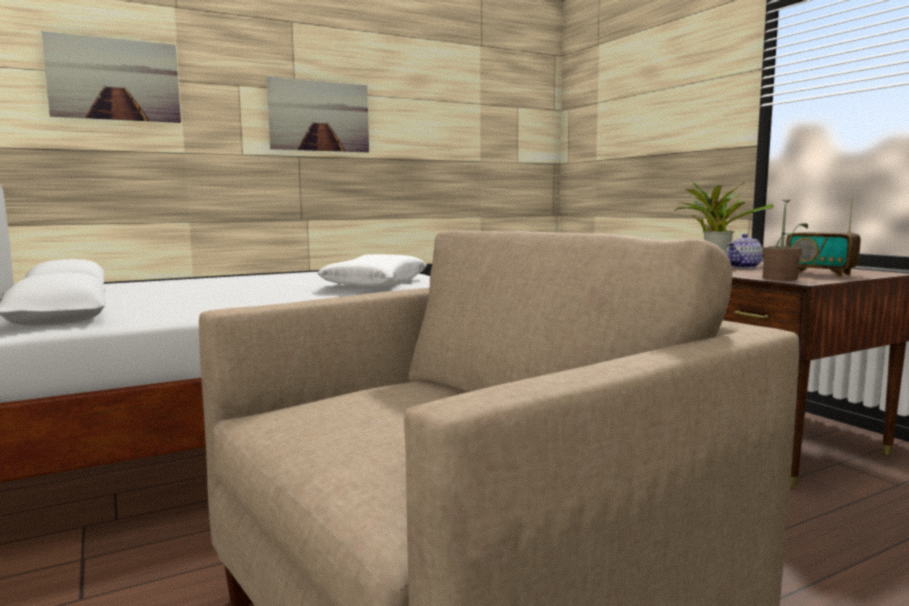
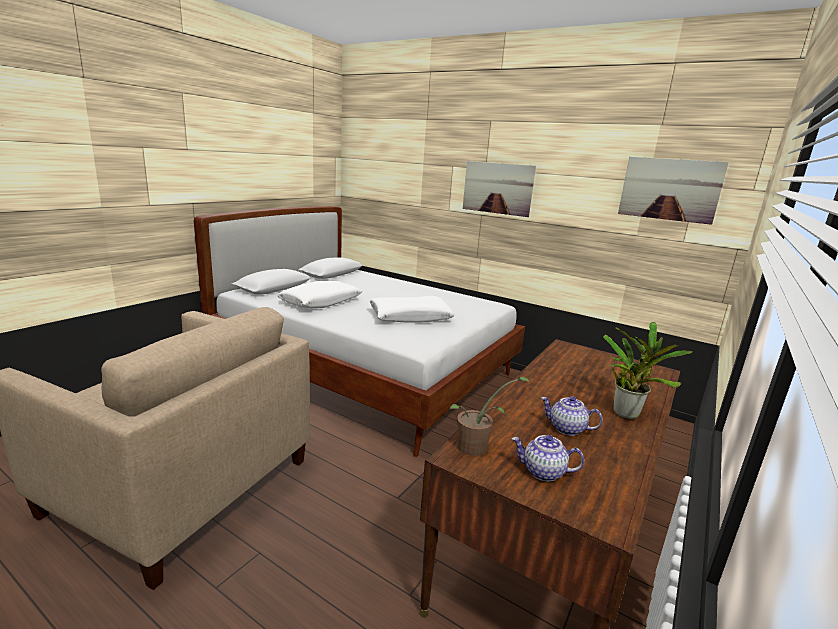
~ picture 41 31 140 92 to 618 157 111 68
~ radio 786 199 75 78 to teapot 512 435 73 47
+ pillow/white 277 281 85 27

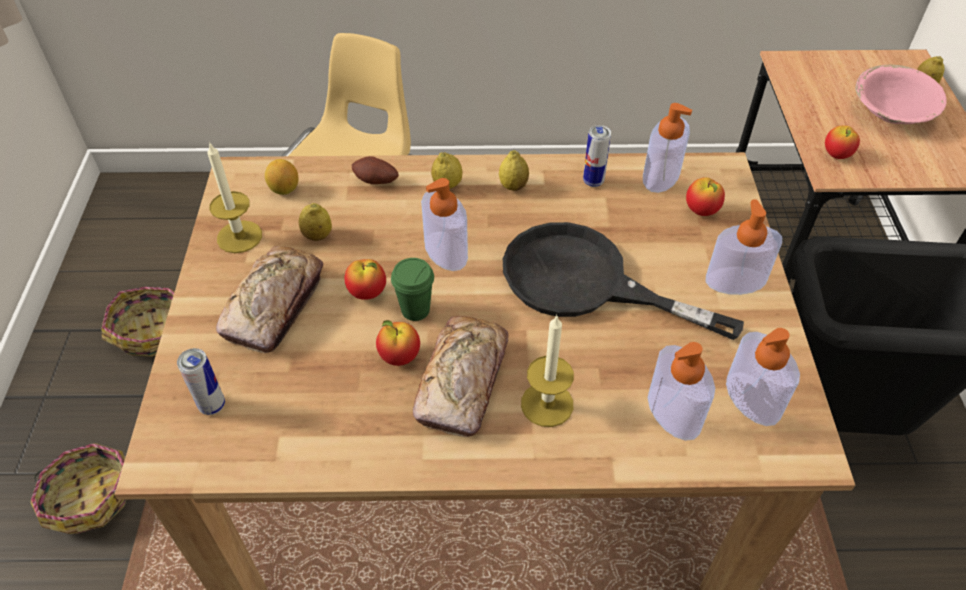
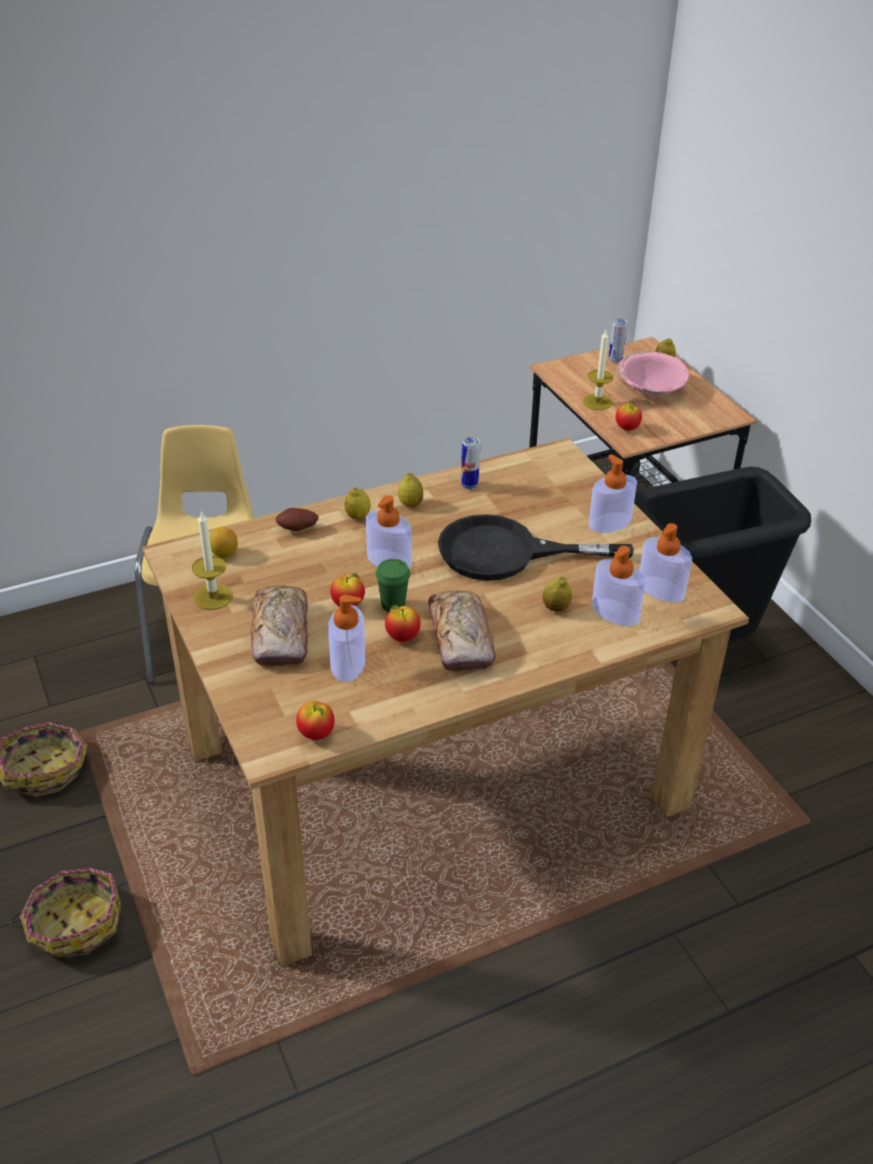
~ soap dispenser 643 103 49 90 to 328 595 37 87
~ apple 686 177 39 39 to 296 701 39 39
~ lemon 299 203 33 38 to 543 577 29 35
~ candle 521 314 53 113 to 583 330 30 80
~ can 177 348 48 67 to 609 318 18 45

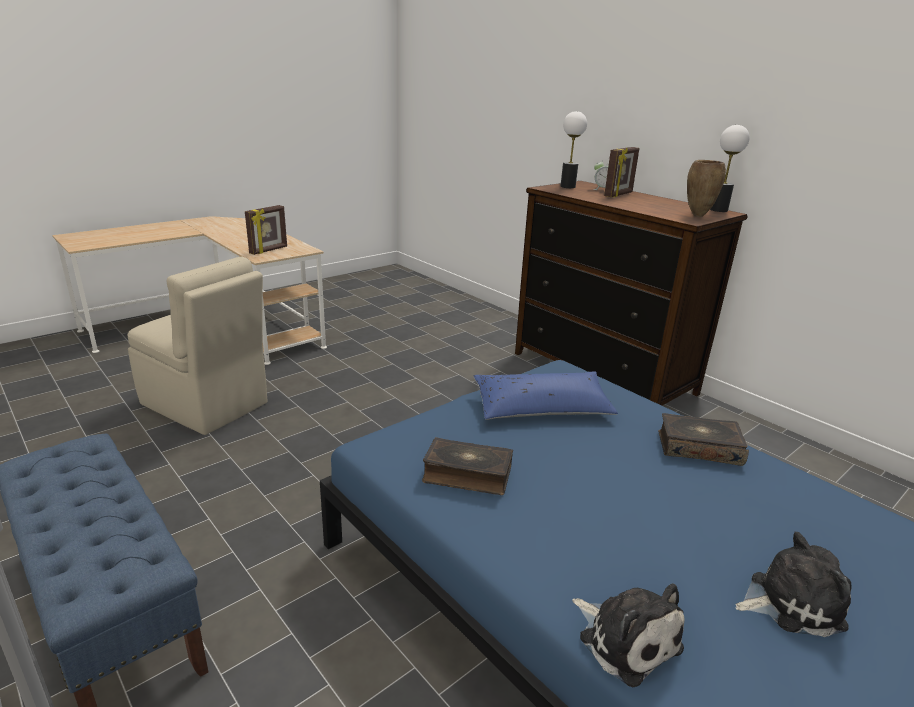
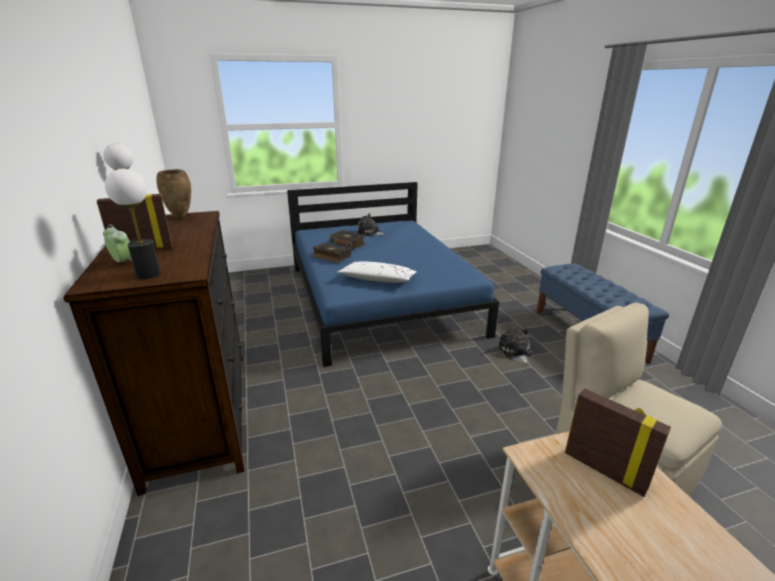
~ picture frame 245 205 42 50 = 565 388 106 109 75 degrees clockwise
~ pillow/blue 474 371 144 49 to pillow/white 338 261 78 22
~ book 422 437 91 58 to 330 230 35 20
~ plush toy 572 583 112 104 to 498 328 34 37

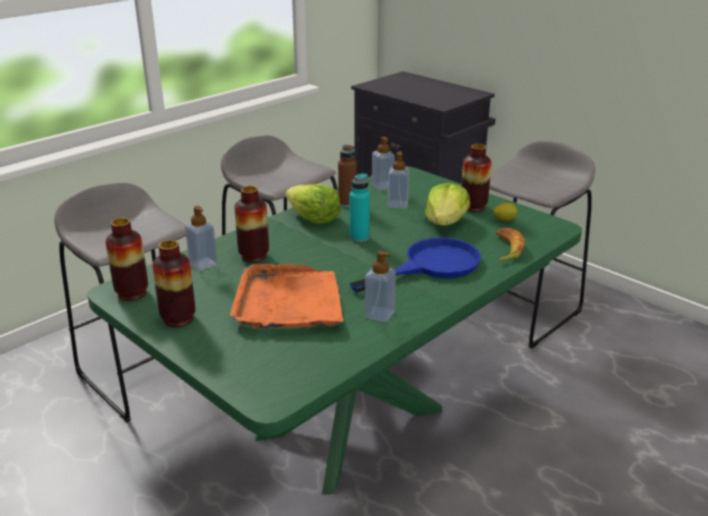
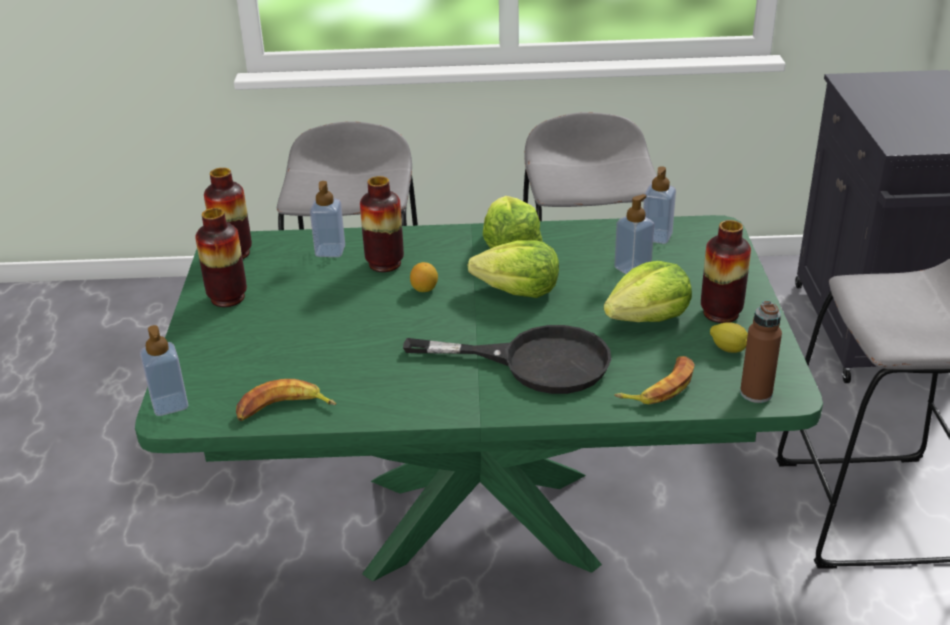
~ bottle/brown 338 144 19 63 to 740 300 42 103
~ bottle/turquoise 349 173 21 69 to lettuce 468 240 91 58
~ frying pan/blue 349 237 132 56 to frying pan/black 403 325 208 69
~ soap dispenser 365 251 31 71 to 140 325 48 91
- tray/orange 230 264 113 64
+ lemon 410 262 28 30
+ banana 236 379 100 42

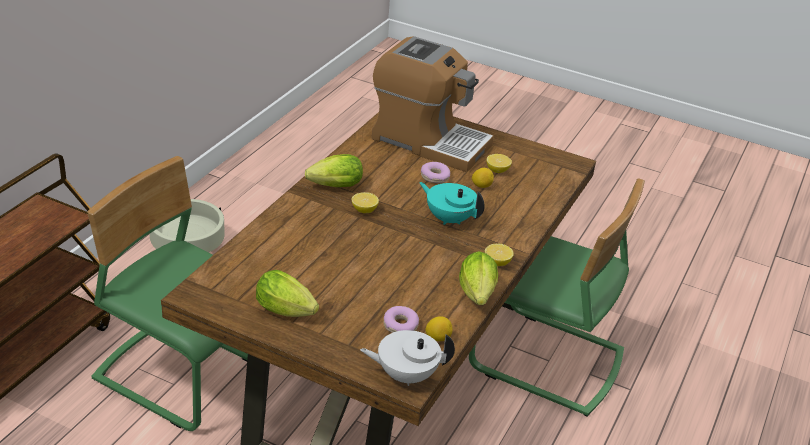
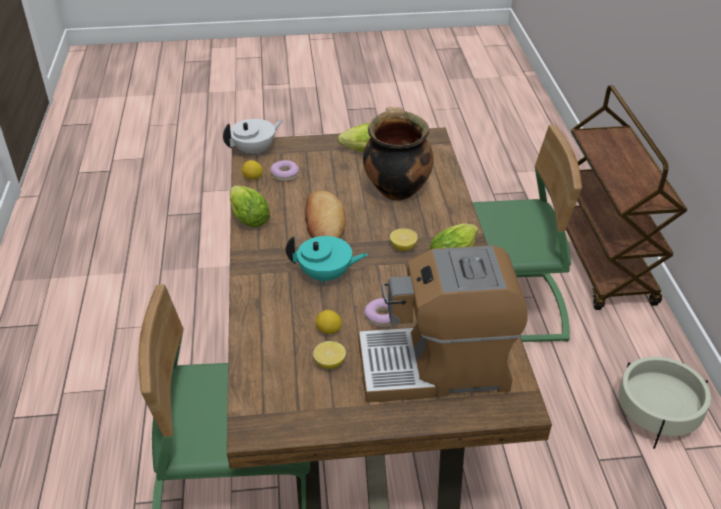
- lemon 485 244 29 22
+ cooking pot 363 107 70 94
+ bread 305 190 41 48

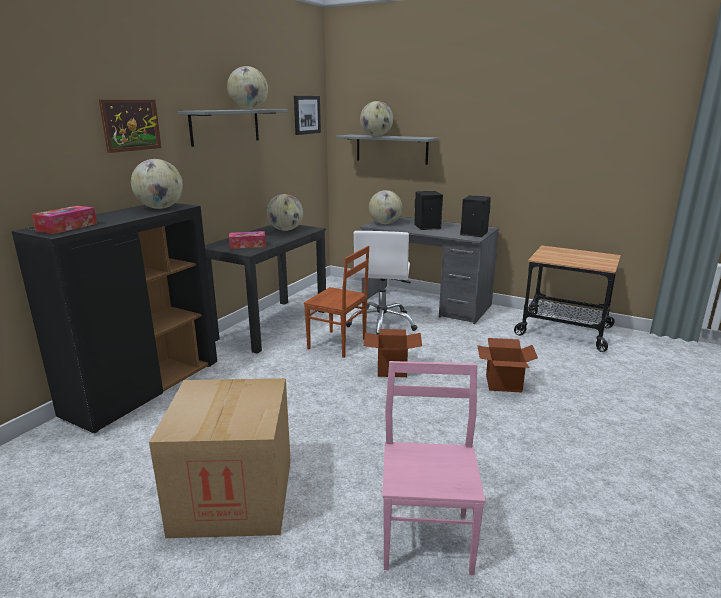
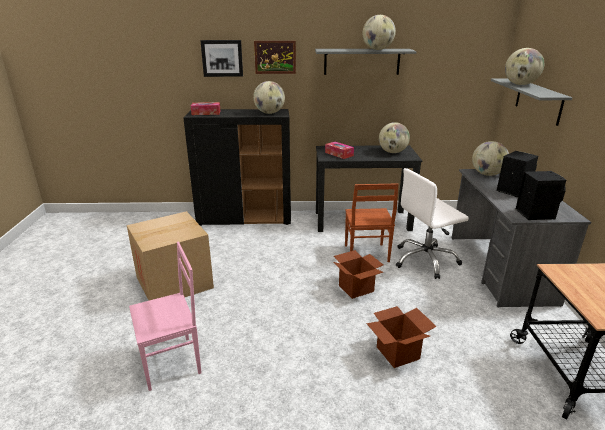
~ picture 294 96 27 39 to 200 40 43 37

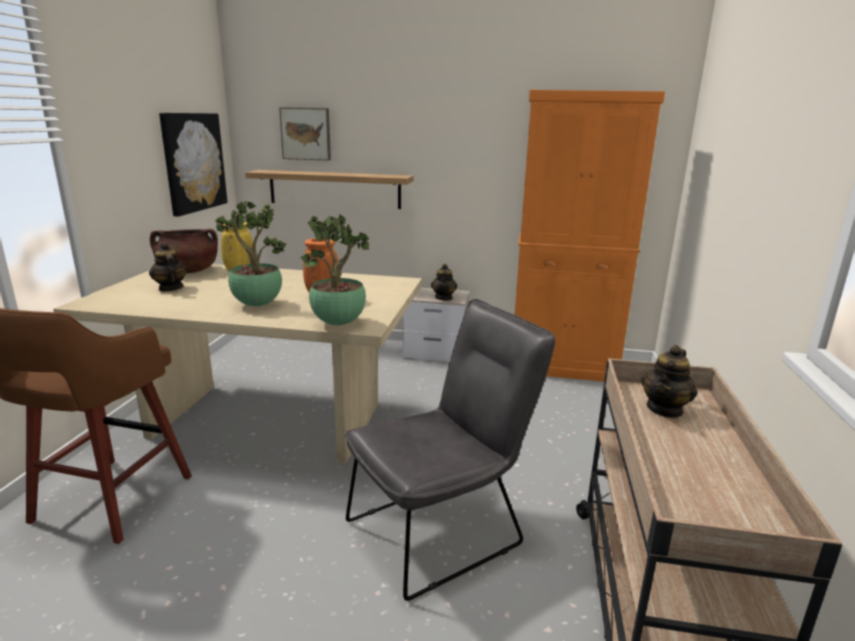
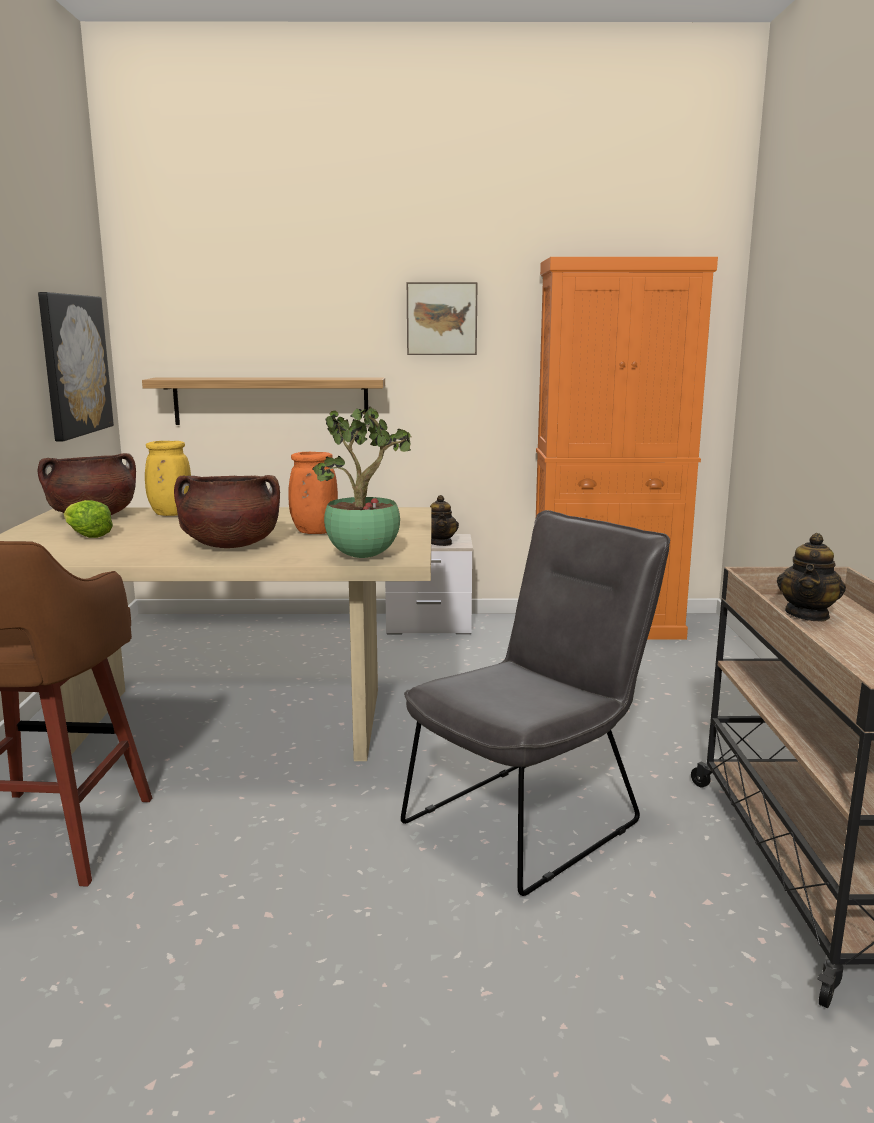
~ picture 279 107 52 54 to 407 282 71 73
~ potted plant 216 201 70 105 to cooking pot/brown 174 475 106 73
~ teapot 149 242 38 49 to lettuce 64 500 49 38

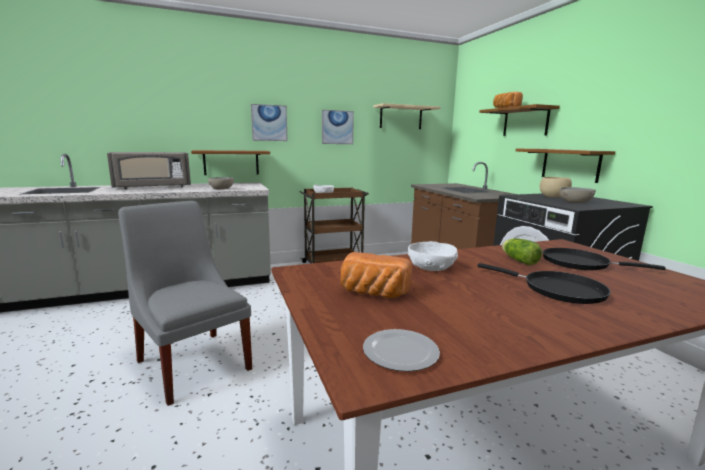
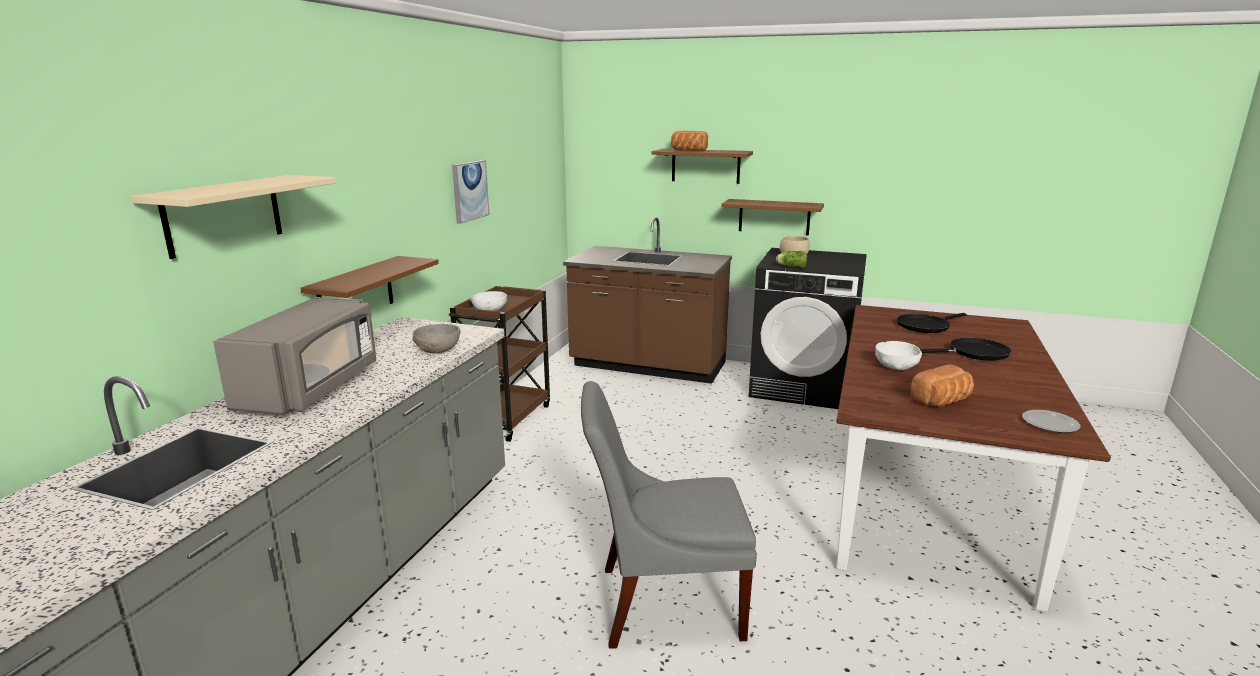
~ shelf/beige 373 103 68 26 to 131 175 206 84
- picture 251 104 36 37
- bowl/grey 559 187 37 16
~ lettuce 502 238 40 27 to 776 251 31 17

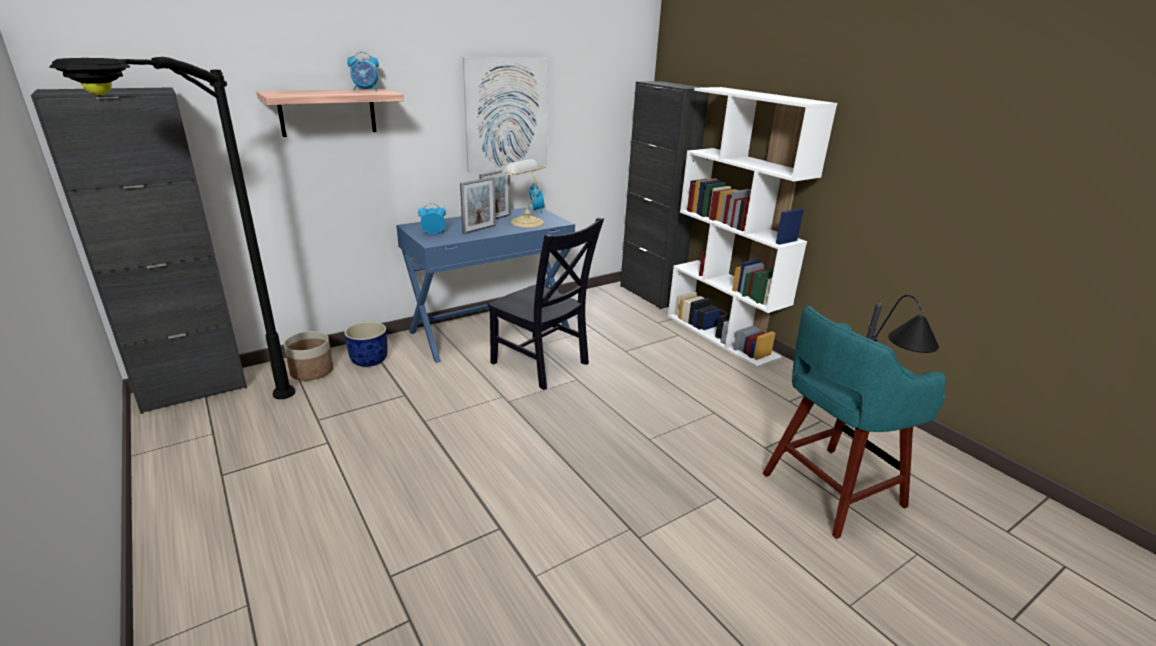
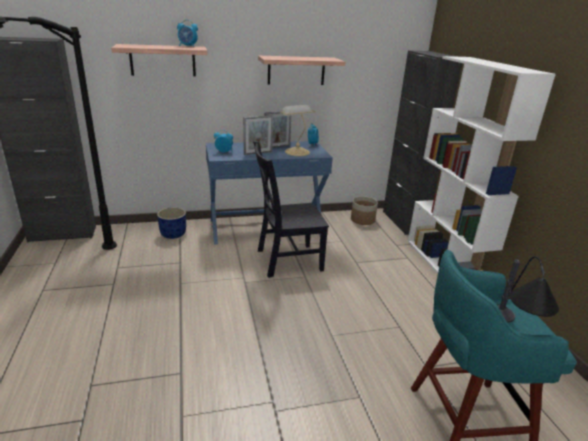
~ picture 463 57 85 116 to shelf 258 56 87 29
~ chair/black 487 218 117 172 = 253 141 76 137 105 degrees clockwise
~ planter 284 331 49 50 to 351 196 27 29

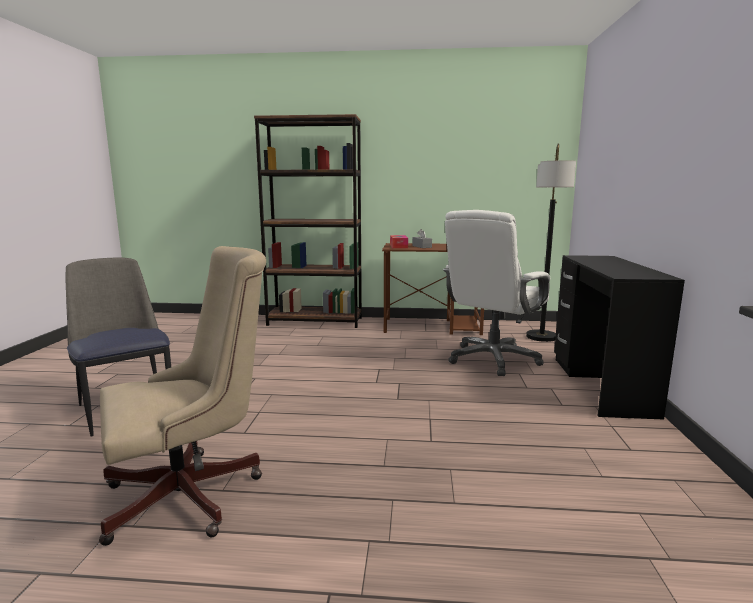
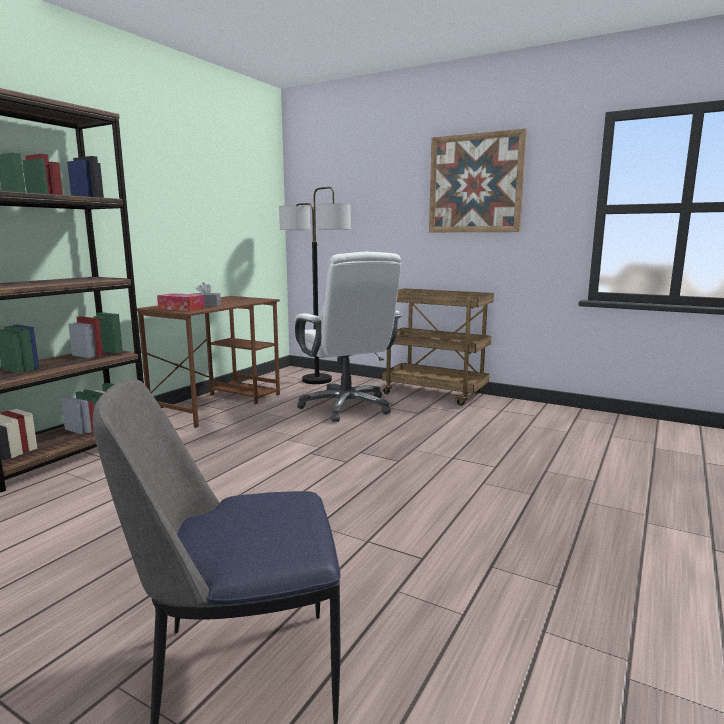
- office chair/beige 99 246 167 300
~ desk/black 554 255 131 164 to cart/brown 382 288 112 118
+ picture 429 128 98 104

